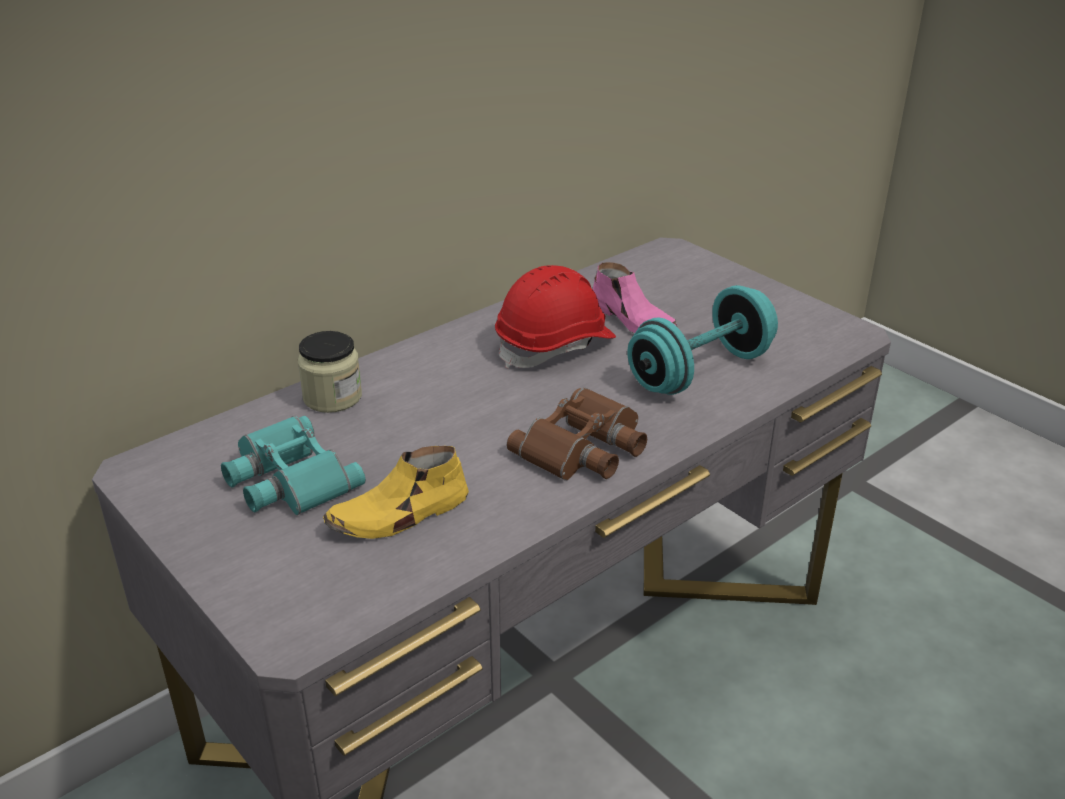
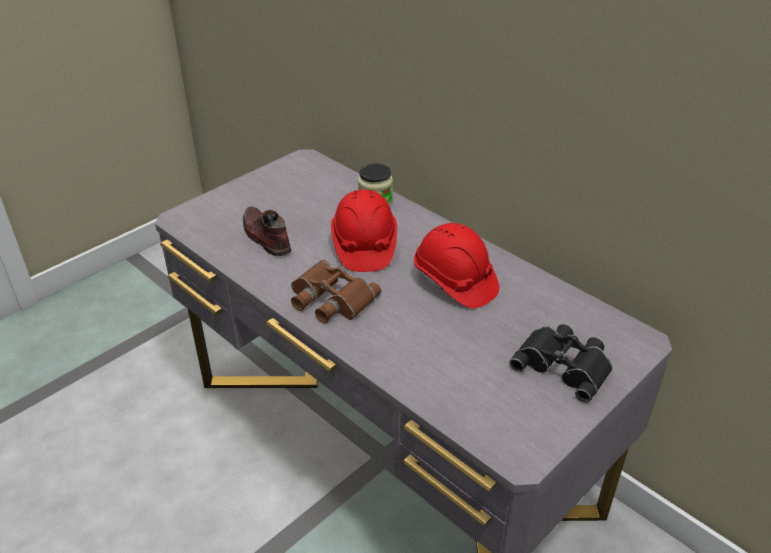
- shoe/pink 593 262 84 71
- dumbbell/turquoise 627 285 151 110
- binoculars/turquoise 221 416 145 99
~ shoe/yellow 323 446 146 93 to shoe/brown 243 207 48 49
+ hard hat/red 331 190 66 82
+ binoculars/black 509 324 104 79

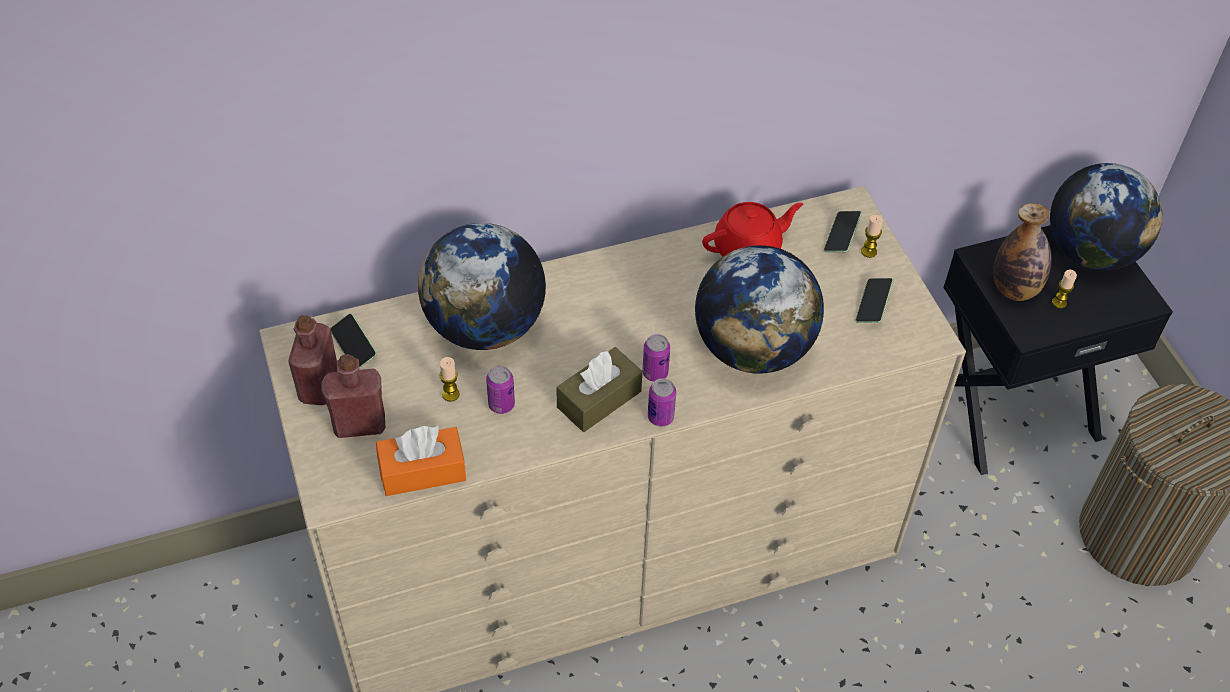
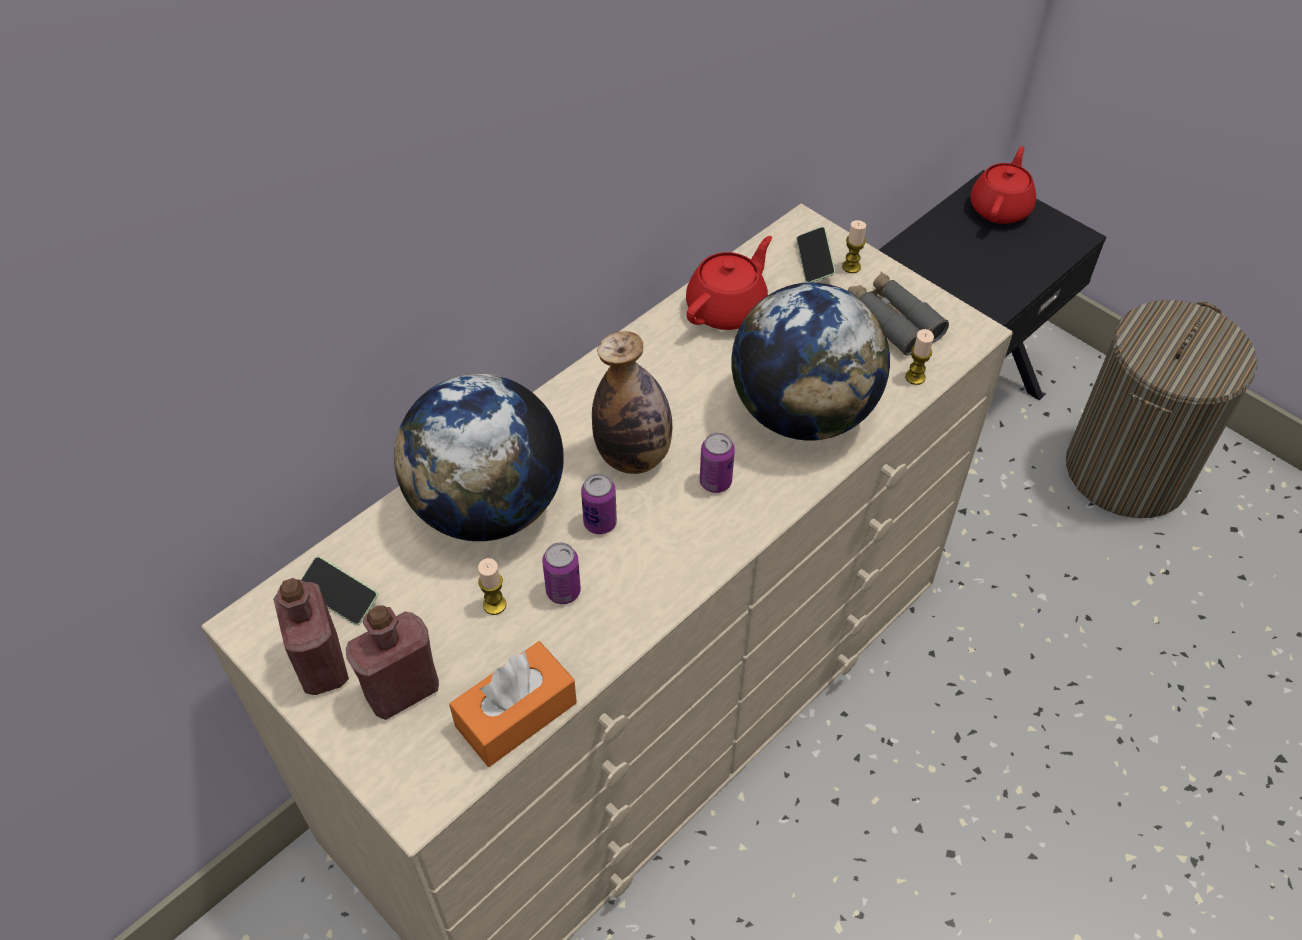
~ globe 1050 163 112 107 to teapot/red 970 146 66 78
~ bottle 993 203 59 98 to 592 331 80 143
~ candle 1052 270 25 38 to 905 329 29 56
~ phone 855 278 39 45 to binoculars/grey 847 271 102 85
- tissue box/brown 556 347 86 85
~ can 648 378 28 48 to 581 474 36 60

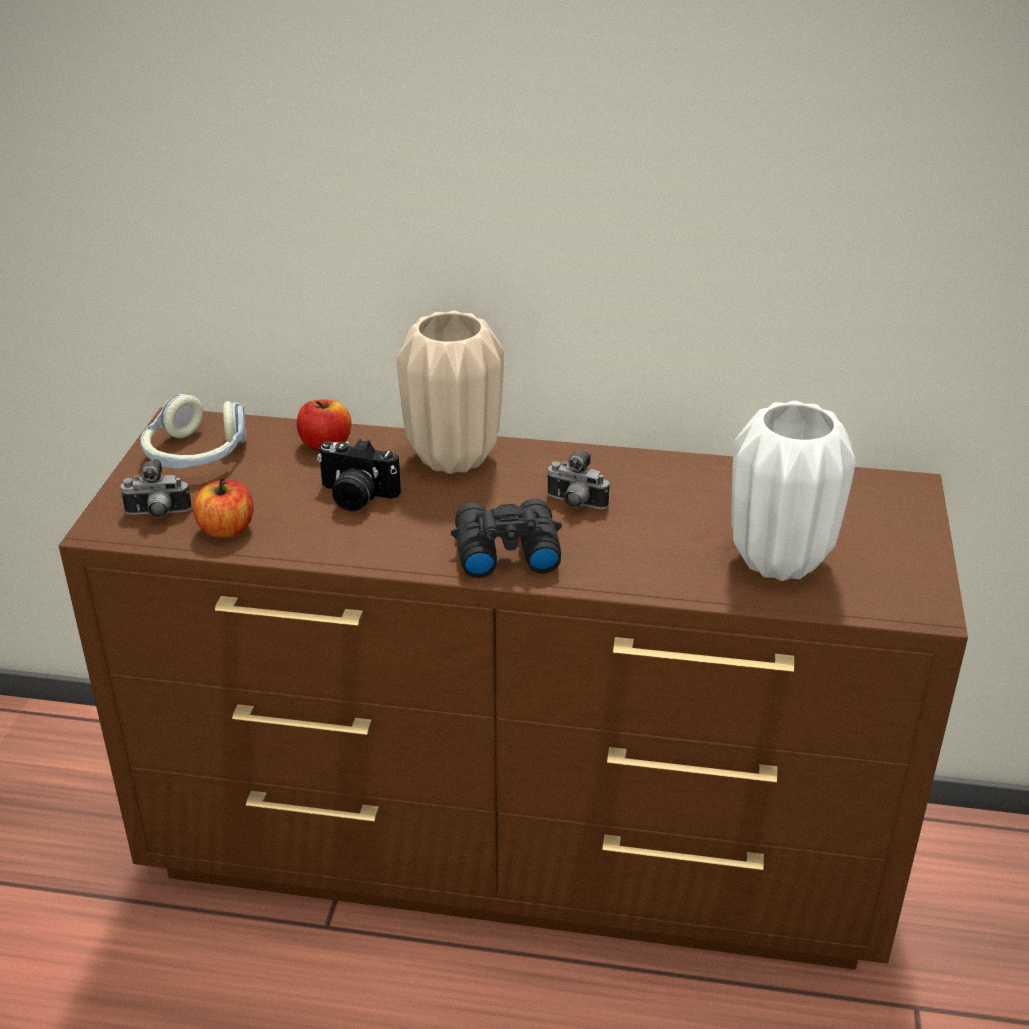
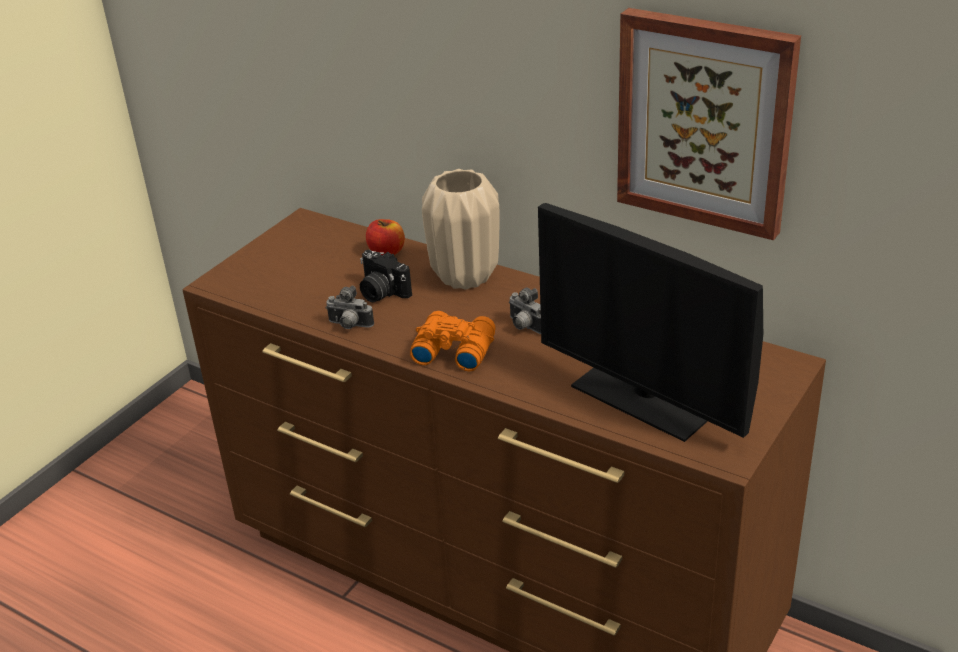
- headphones 141 394 106 75
~ vase/white 731 401 125 180 to monitor 538 203 225 239
~ photo camera 120 459 72 59 to 325 286 49 43
- apple 193 478 61 60
~ binoculars/black 451 498 111 80 to binoculars/orange 410 311 86 60
+ picture 617 8 184 232

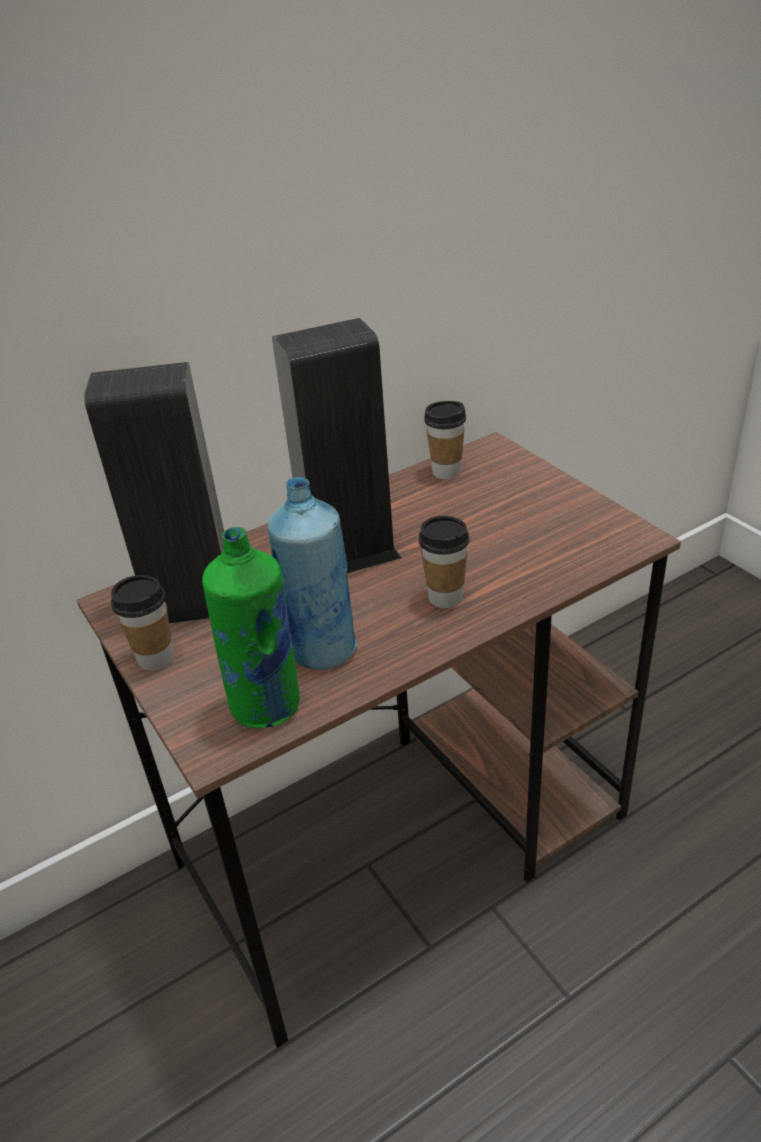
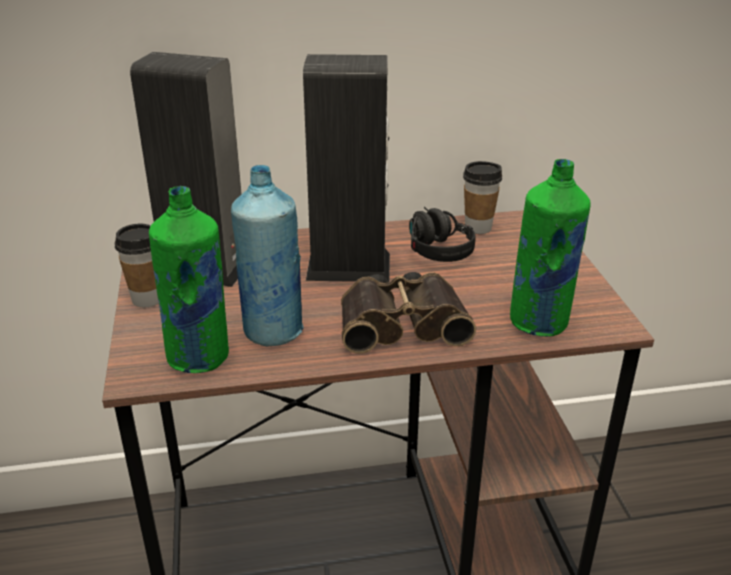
~ cup 419 516 51 92 to binoculars 341 272 135 82
+ bottle/green 510 159 81 178
+ headphones/black 409 207 67 55

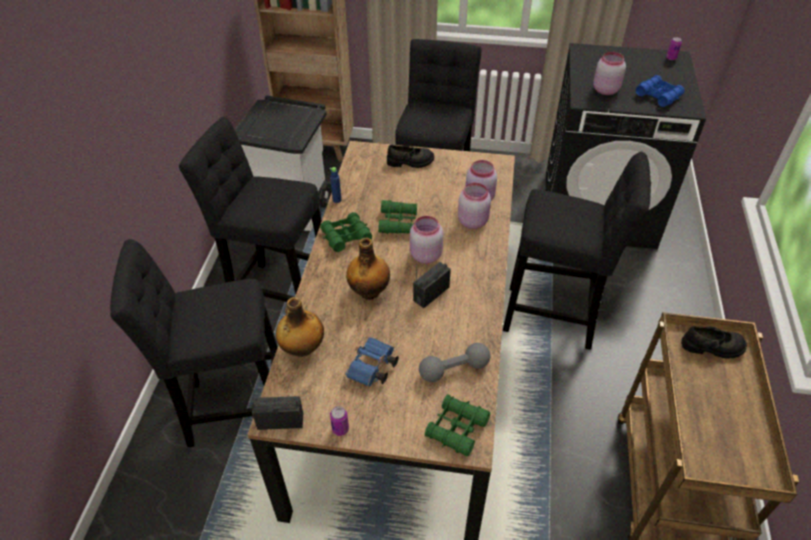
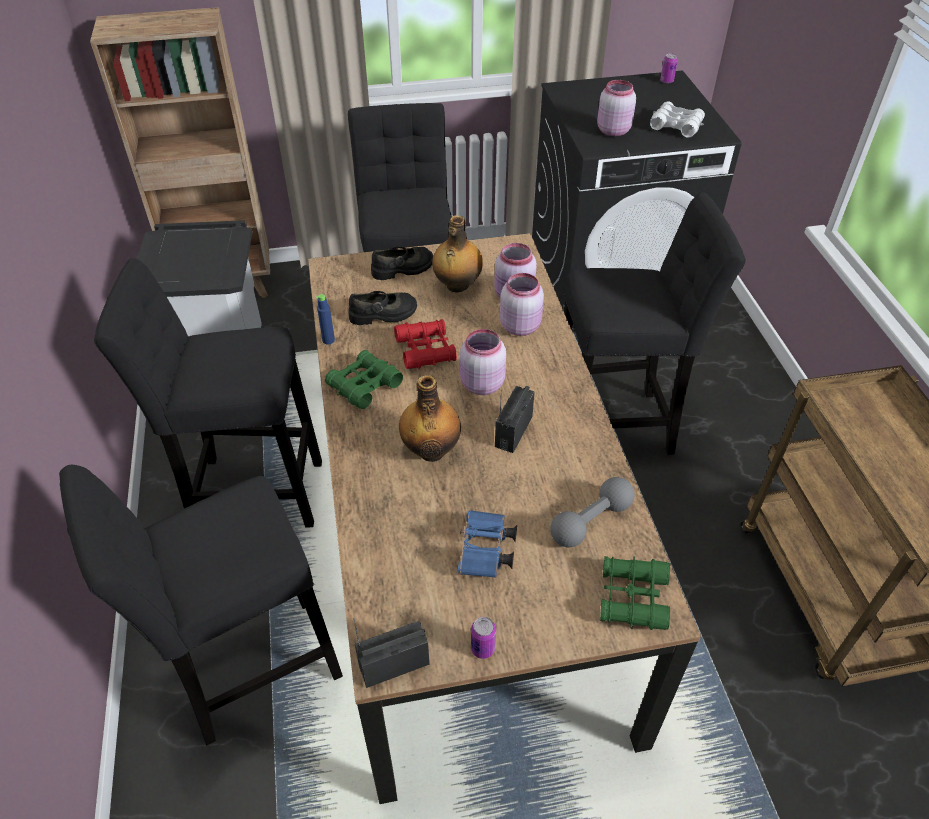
~ binoculars/blue 636 75 49 32 to binoculars/white 650 101 55 37
~ binoculars/green 378 200 39 34 to binoculars/red 394 319 63 50
~ bottle 276 297 48 60 to 432 215 51 78
~ shoe/black 681 326 66 33 to 348 291 69 34

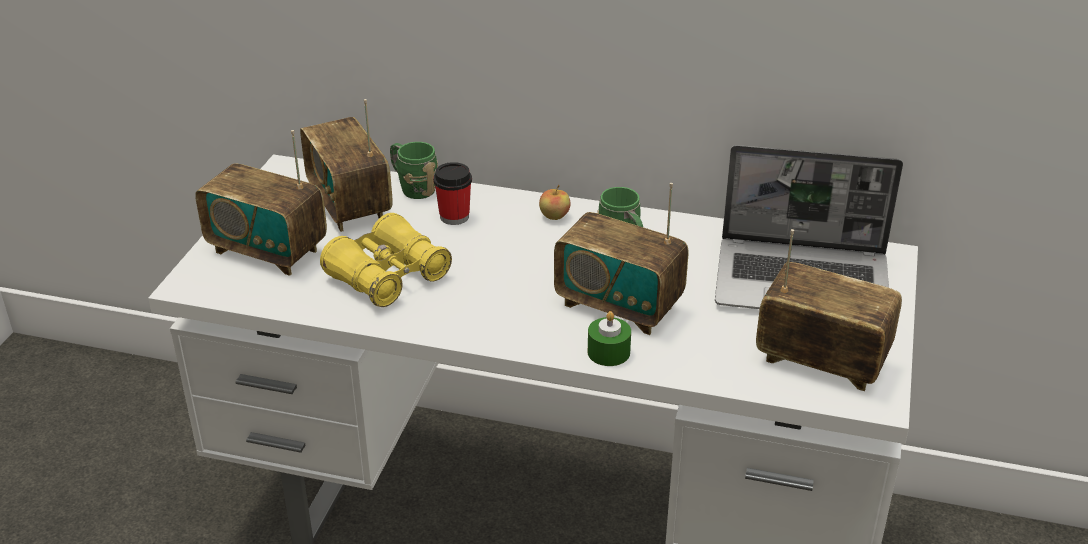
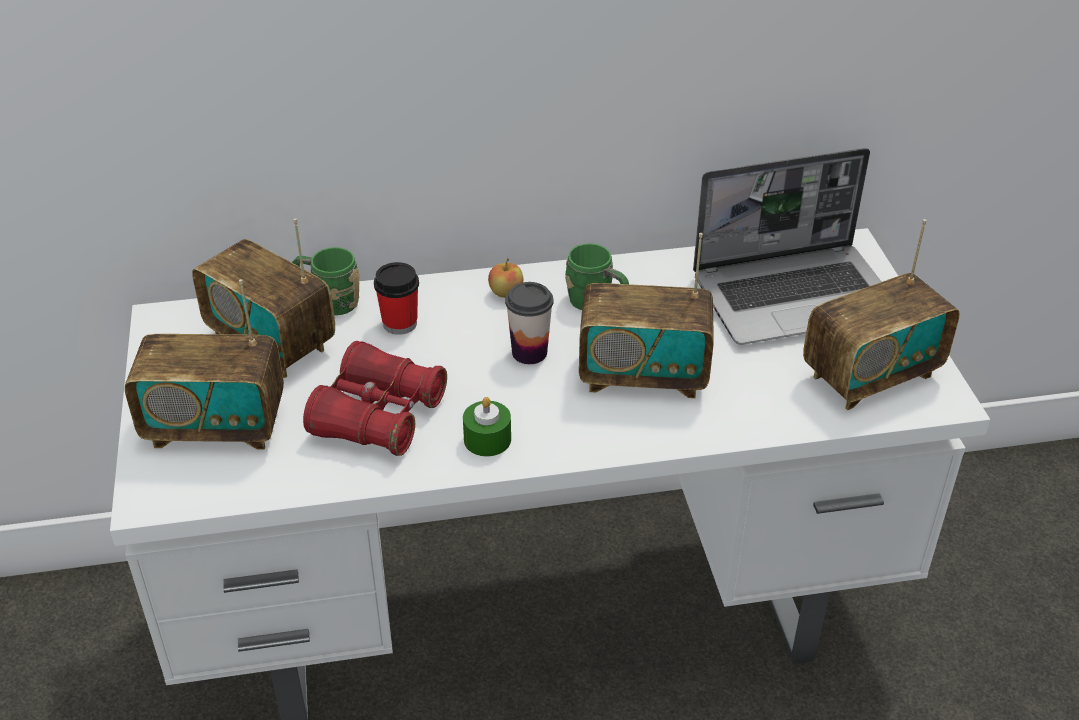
~ binoculars/yellow 320 213 132 94 to binoculars/red 303 341 144 115
~ radio 756 229 146 162 = 803 219 156 191 150 degrees clockwise
~ candle/green 588 311 43 55 to 463 397 48 60
+ cup 505 282 49 82

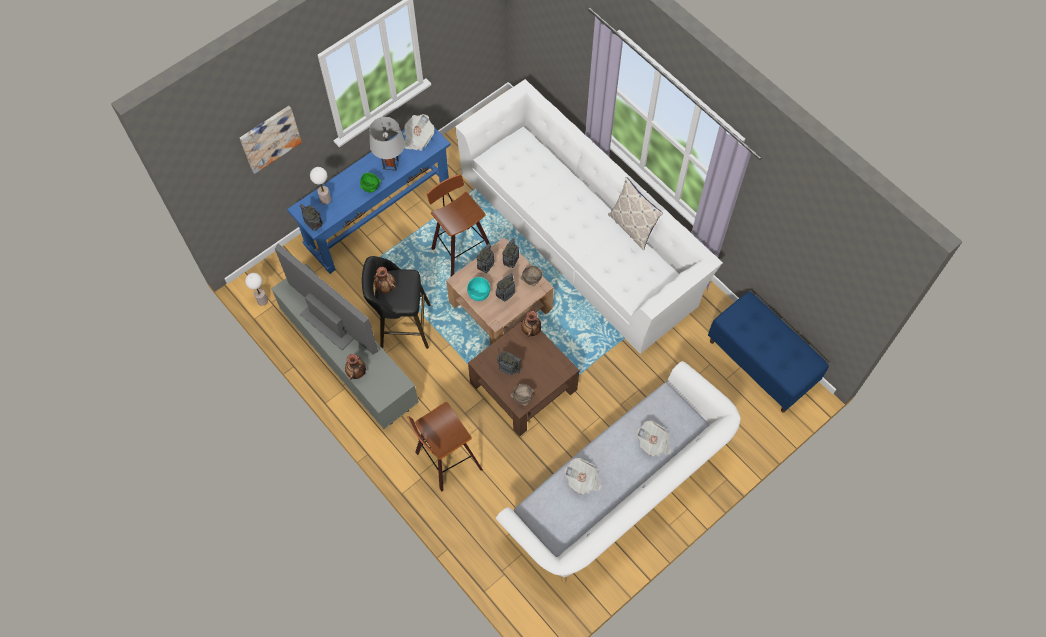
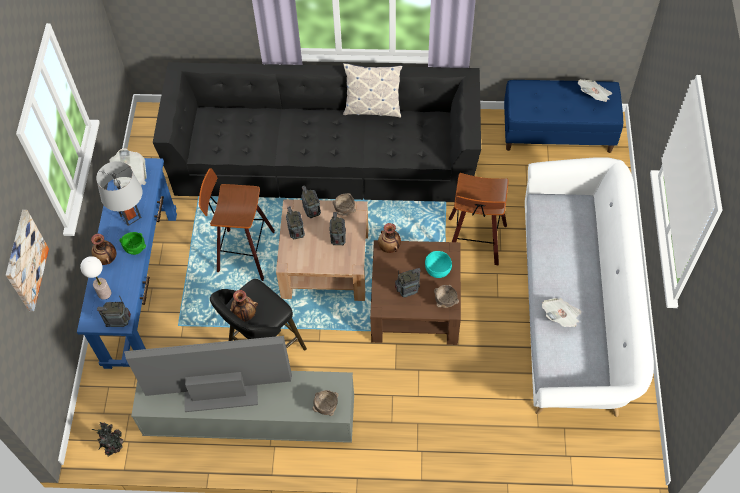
~ sofa/white 455 79 268 275 to sofa/black 153 62 328 140
~ table lamp 245 273 23 33 to potted plant 92 422 32 35
~ bowl/turquoise 467 277 23 24 to 425 251 27 27
~ vase 345 354 21 26 to 91 234 25 31
~ stool 407 402 76 90 to 449 173 60 93
~ newspaper 637 420 34 37 to 578 79 34 23
+ bowl/brown 312 390 27 26

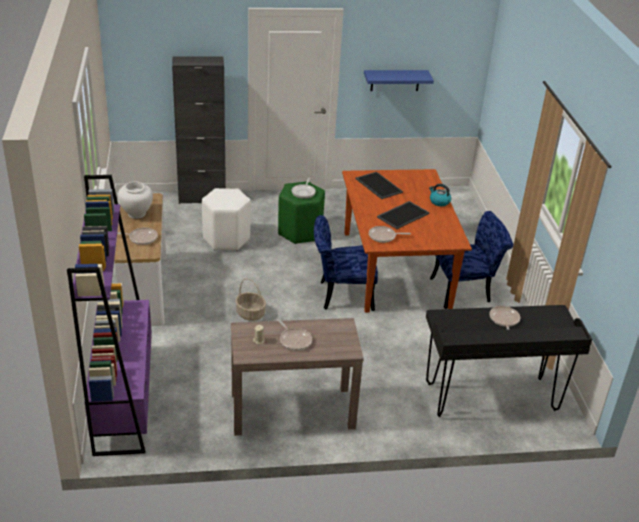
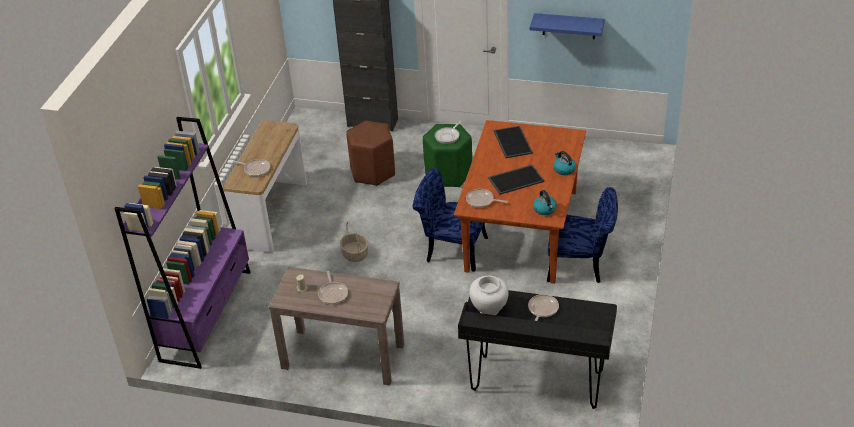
~ vase/white 118 181 35 38 to 469 276 40 39
~ stool/white 202 188 49 63 to stool/brown 346 121 49 65
+ kettle 533 190 24 25

